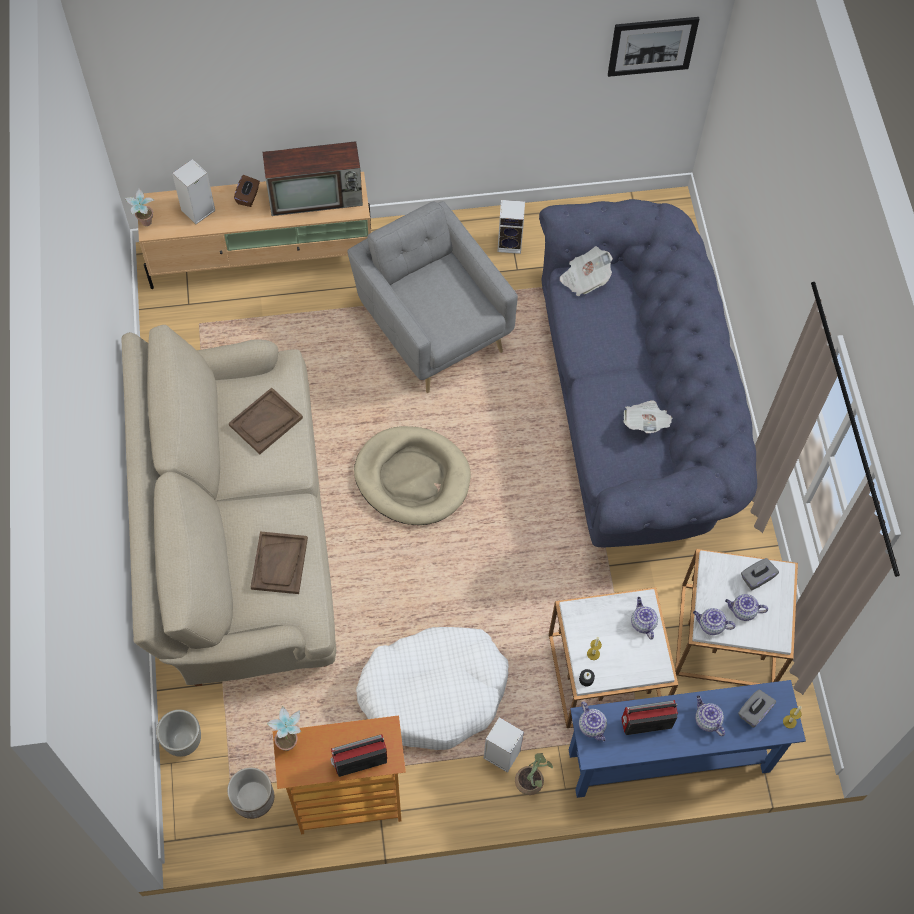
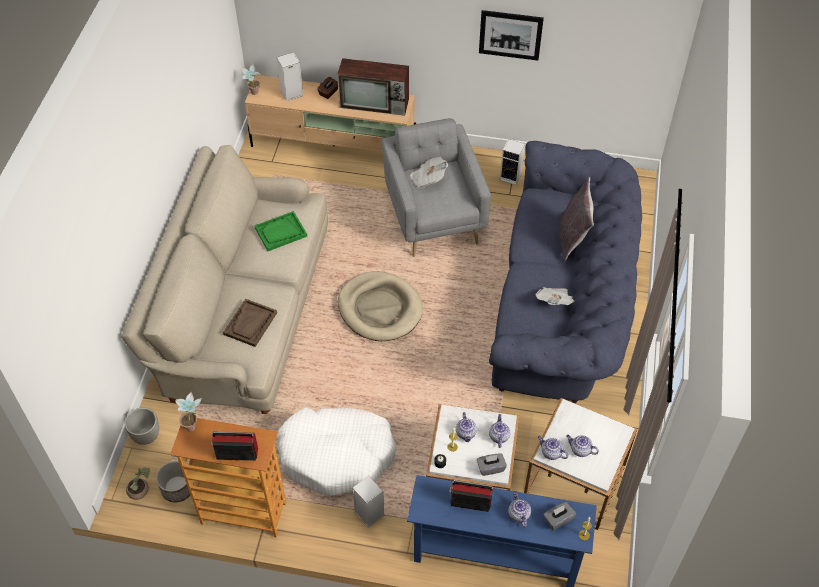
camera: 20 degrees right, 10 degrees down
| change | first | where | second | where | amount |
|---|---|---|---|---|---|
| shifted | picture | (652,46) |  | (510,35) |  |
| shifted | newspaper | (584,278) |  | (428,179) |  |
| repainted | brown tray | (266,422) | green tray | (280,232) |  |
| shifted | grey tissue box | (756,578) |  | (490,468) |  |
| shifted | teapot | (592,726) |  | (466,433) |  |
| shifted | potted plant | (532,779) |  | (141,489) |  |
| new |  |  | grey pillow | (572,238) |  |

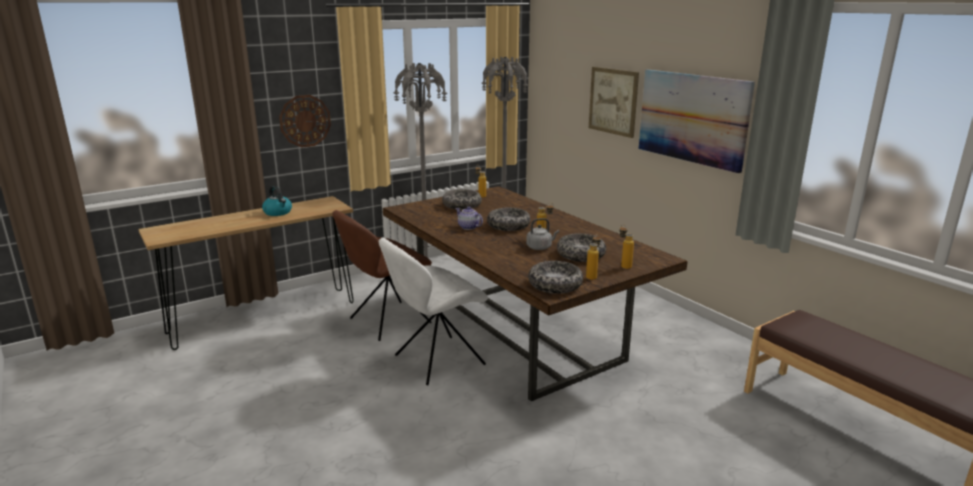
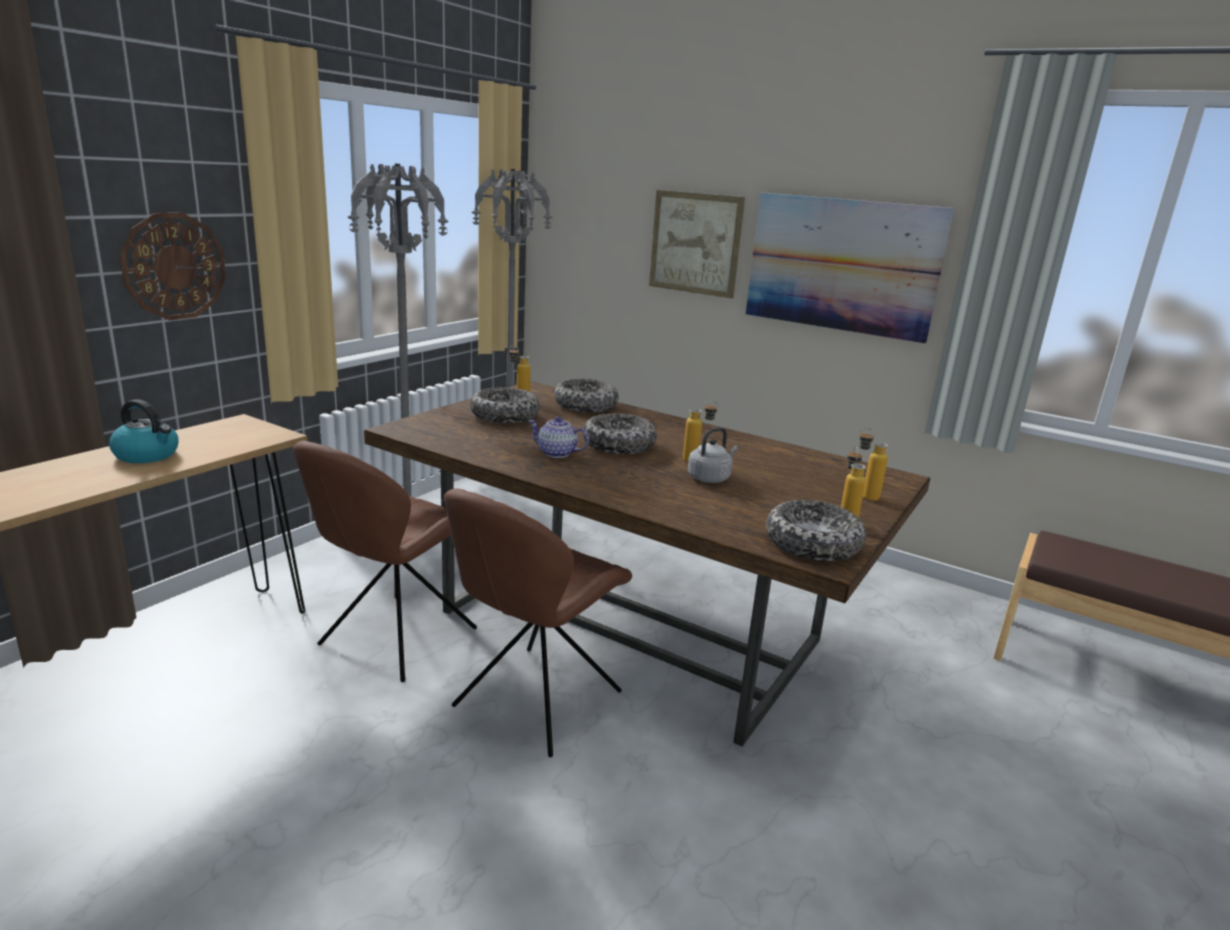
camera: 25 degrees left, 0 degrees up
| change | first | where | second | where | amount |
|---|---|---|---|---|---|
| shifted | bowl | (581,255) |  | (585,405) |  |
| repainted | white chair | (436,361) | brown chair | (534,702) |  |

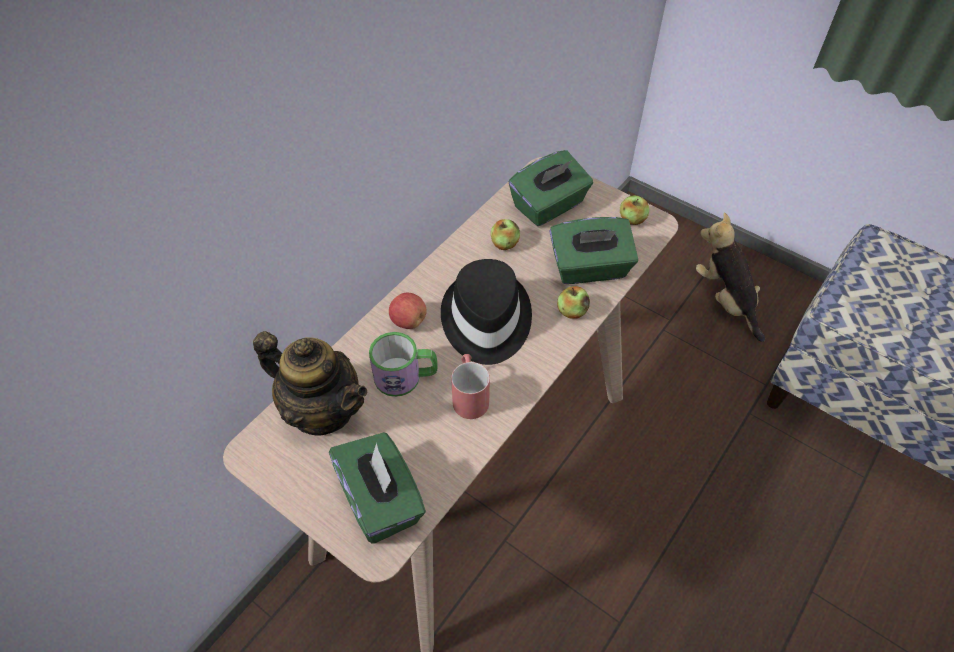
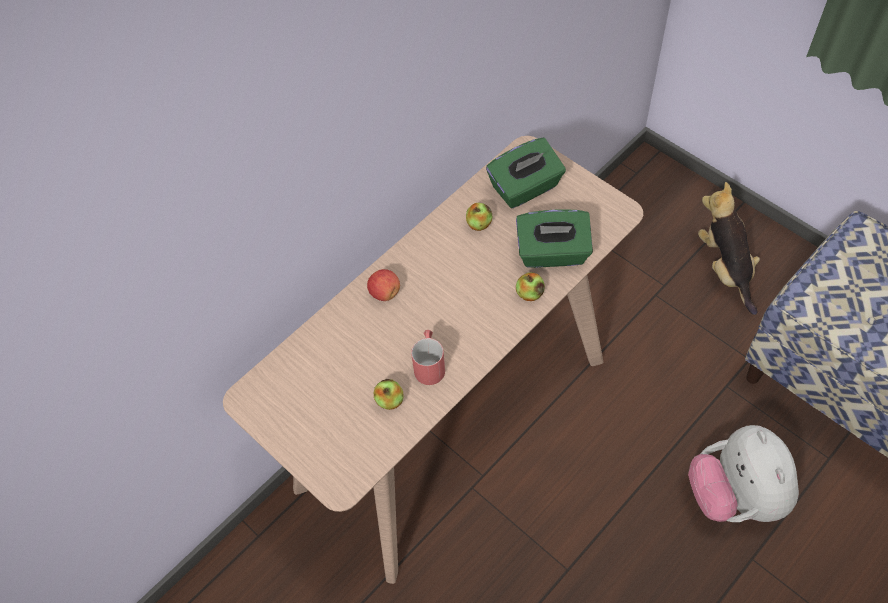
camera: 10 degrees right, 5 degrees up
| change | first | where | second | where | amount |
|---|---|---|---|---|---|
| shifted | apple | (632,219) |  | (389,400) |  |
| gone | black hat | (485,320) |  |  |  |
| gone | teapot | (322,410) |  |  |  |
| gone | mug | (406,377) |  |  |  |
| gone | green tissue box | (381,500) |  |  |  |
| new |  |  | plush toy | (735,495) |  |

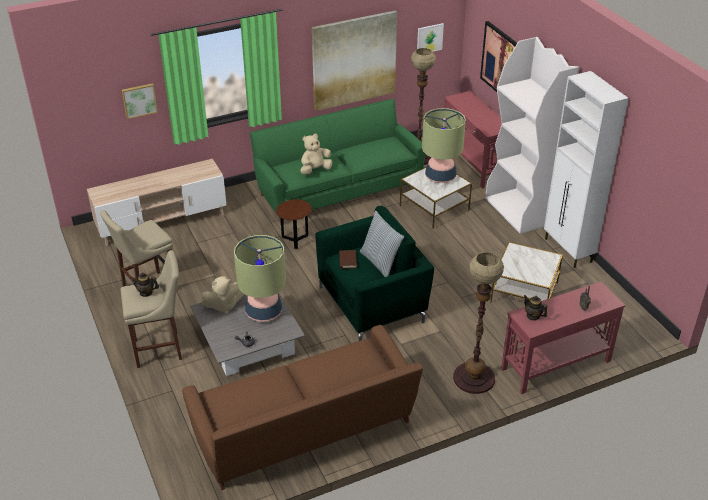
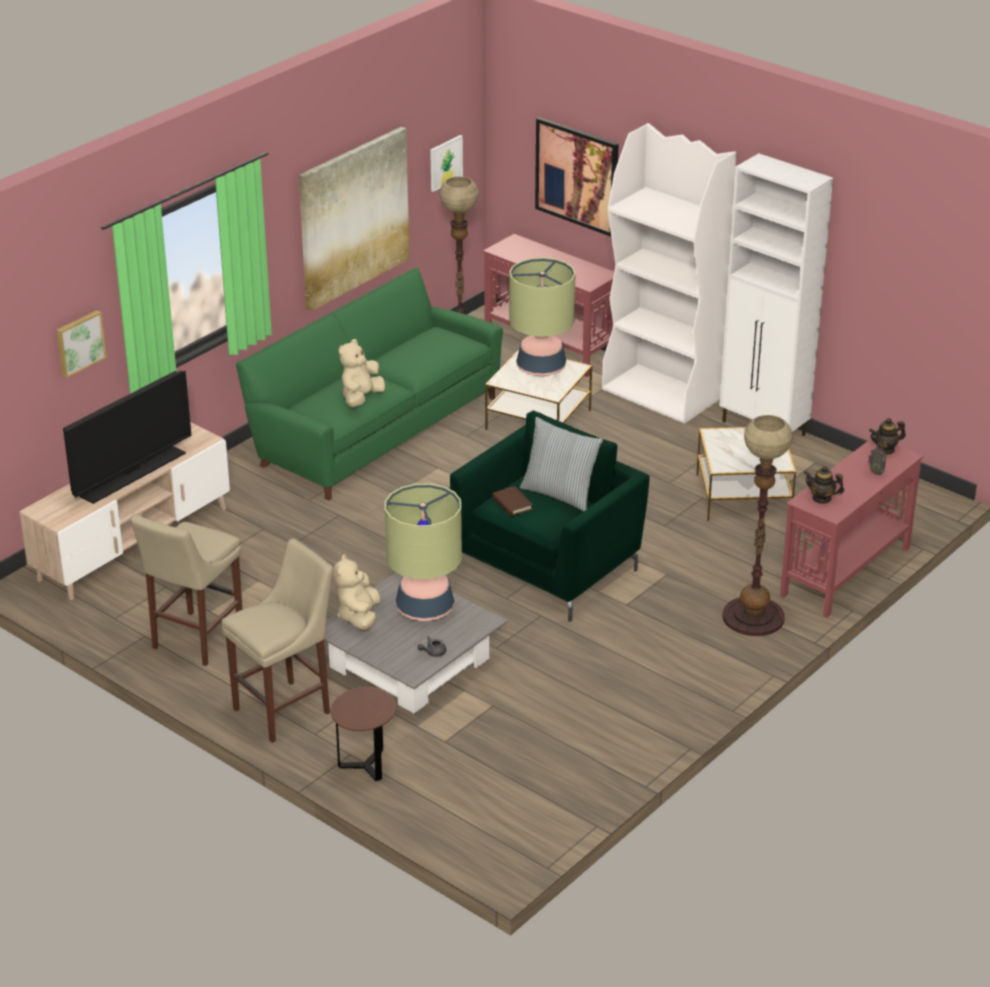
camera: 25 degrees left, 5 degrees down
| change | first | where | second | where | amount |
|---|---|---|---|---|---|
| shifted | brown side table | (295,240) |  | (366,766) |  |
| shifted | teapot | (146,292) |  | (885,449) |  |
| rotated | beige plush toy | (223,305) |  | (359,617) | 135 degrees clockwise |
| gone | brown sofa | (305,431) |  |  |  |
| new |  |  | television | (133,474) |  |

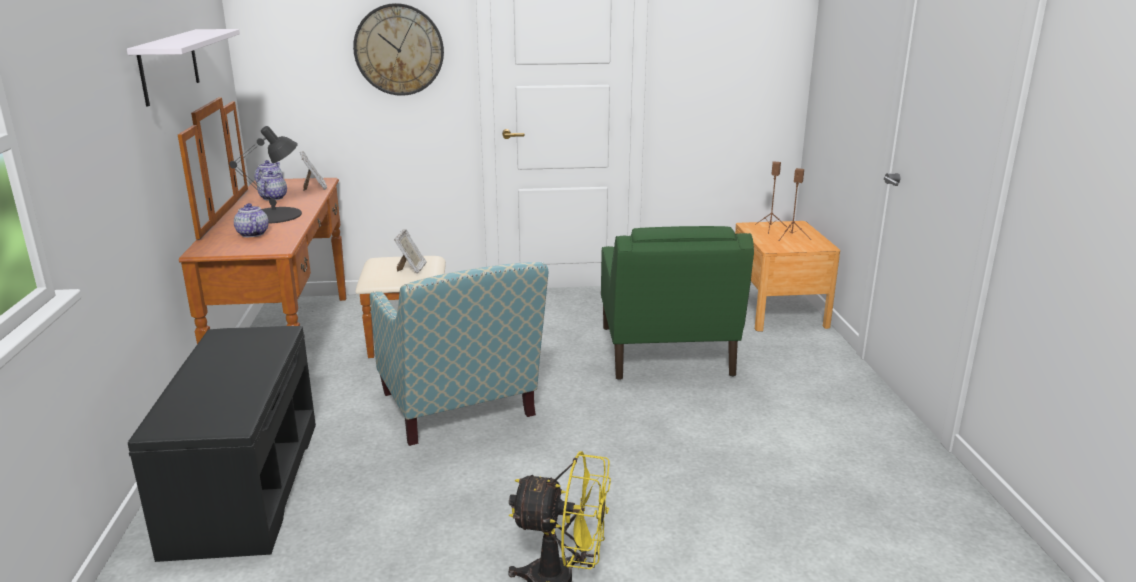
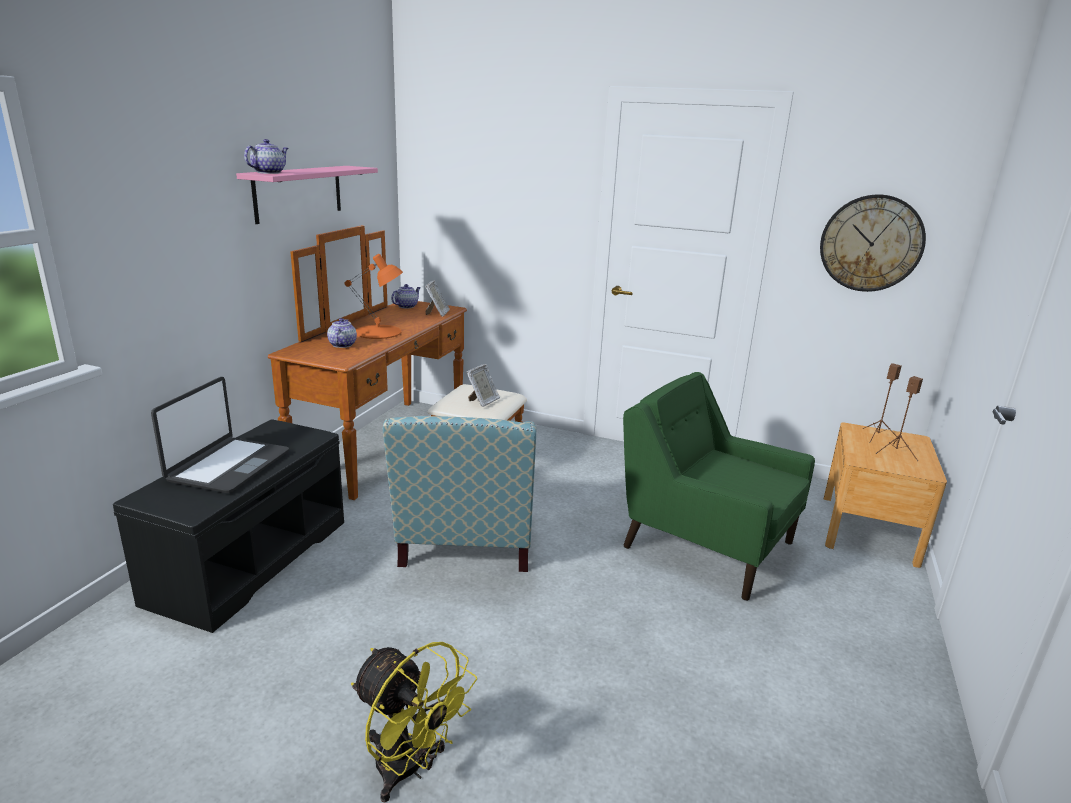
camera: 25 degrees right, 0 degrees up
| change | first | where | second | where | amount |
|---|---|---|---|---|---|
| shifted | wall clock | (399,50) |  | (871,243) |  |
| repainted | white shelf | (169,65) | pink shelf | (299,193) |  |
| repainted | black table lamp | (275,215) | orange table lamp | (379,332) |  |
| shifted | teapot | (273,198) |  | (269,173) |  |
| rotated | green armchair | (665,353) |  | (705,543) | 105 degrees clockwise |
| new |  |  | laptop | (228,466) |  |

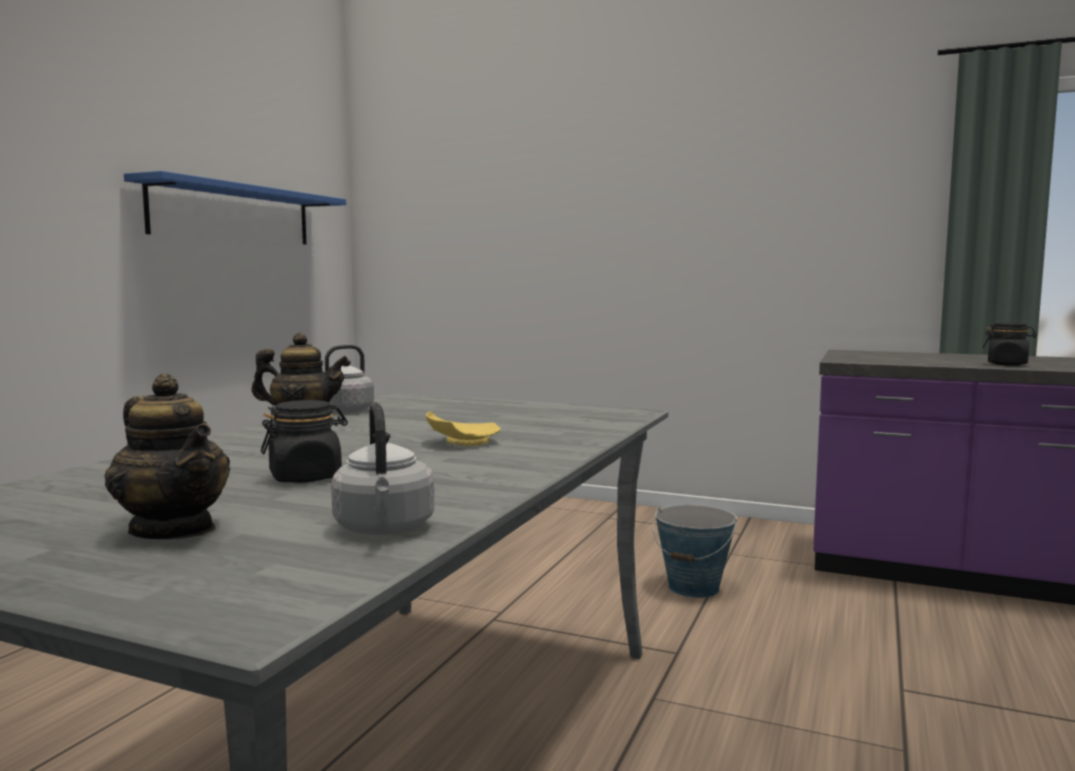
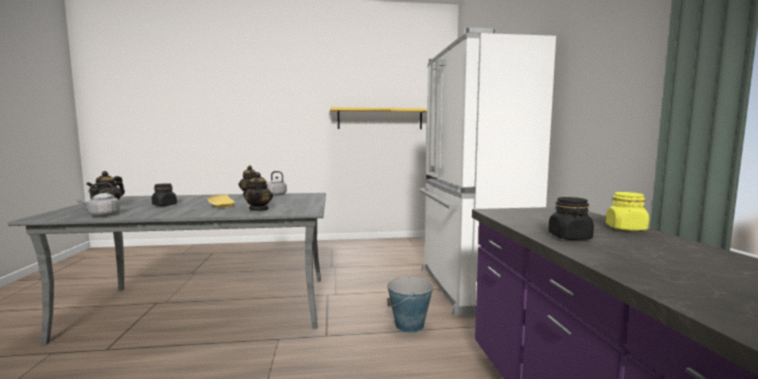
camera: 60 degrees right, 0 degrees up
| change | first | where | second | where | amount |
|---|---|---|---|---|---|
| repainted | blue shelf | (233,214) | yellow shelf | (380,119) |  |
| new |  |  | white fridge | (470,288) |  |
| new |  |  | teapot | (259,209) |  |
| new |  |  | yellow jar | (626,228) |  |

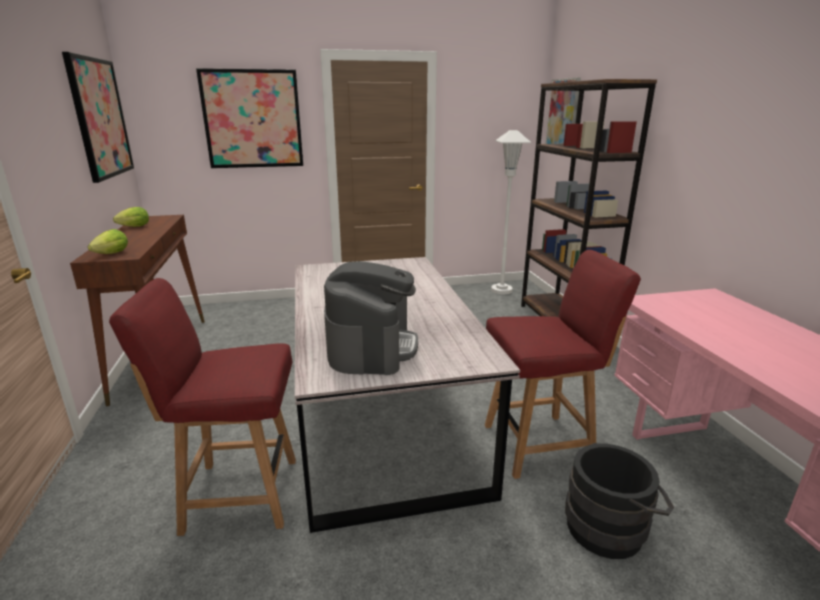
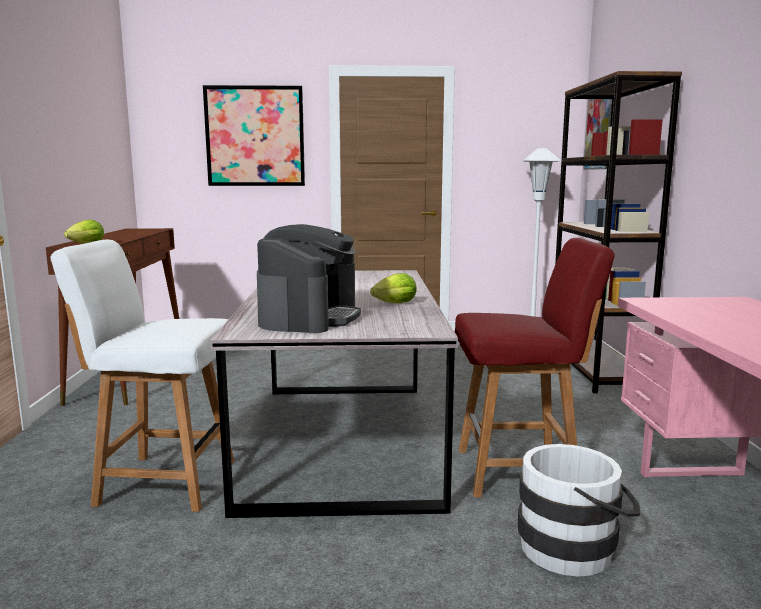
camera: 10 degrees right, 10 degrees down
| change | first | where | second | where | amount |
|---|---|---|---|---|---|
| gone | picture | (100,118) |  |  |  |
| shifted | lettuce | (132,227) |  | (393,304) |  |
| repainted | red chair | (238,494) | white chair | (164,482) |  |
| repainted | black bucket | (611,527) | white bucket | (575,548) |  |

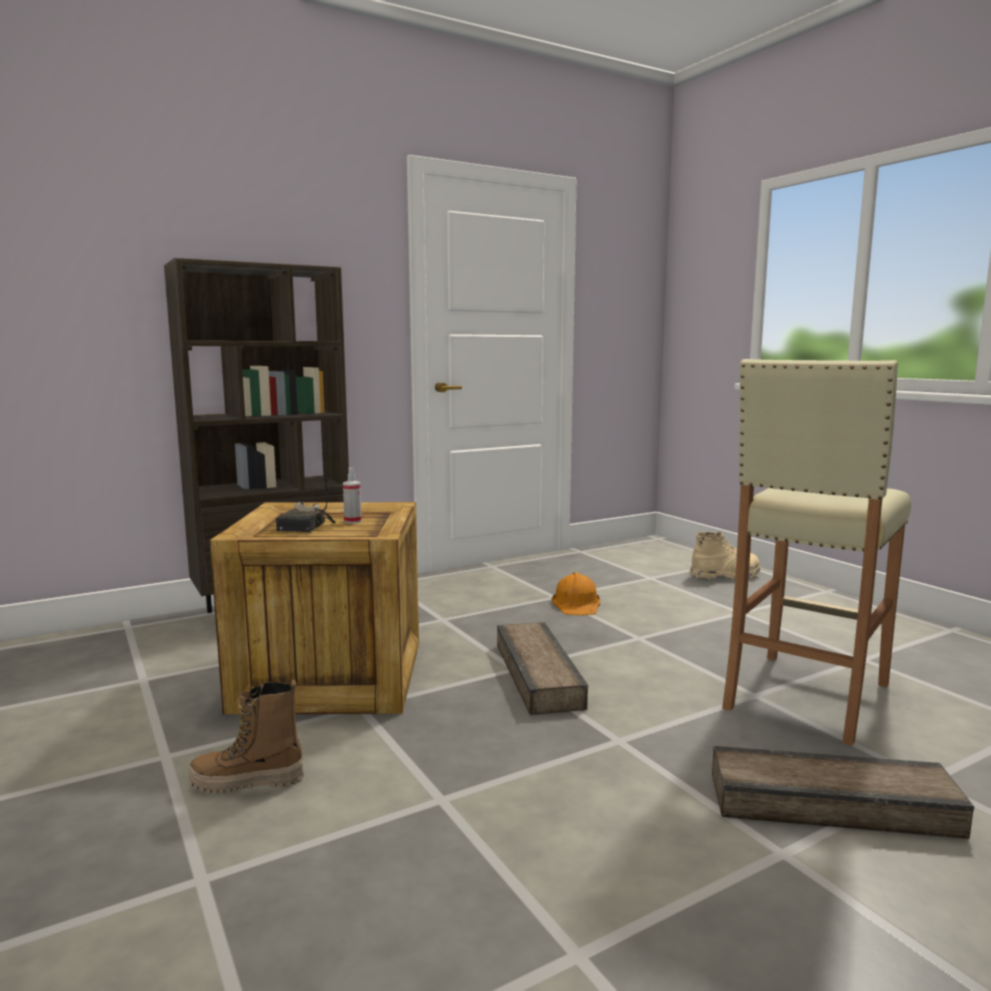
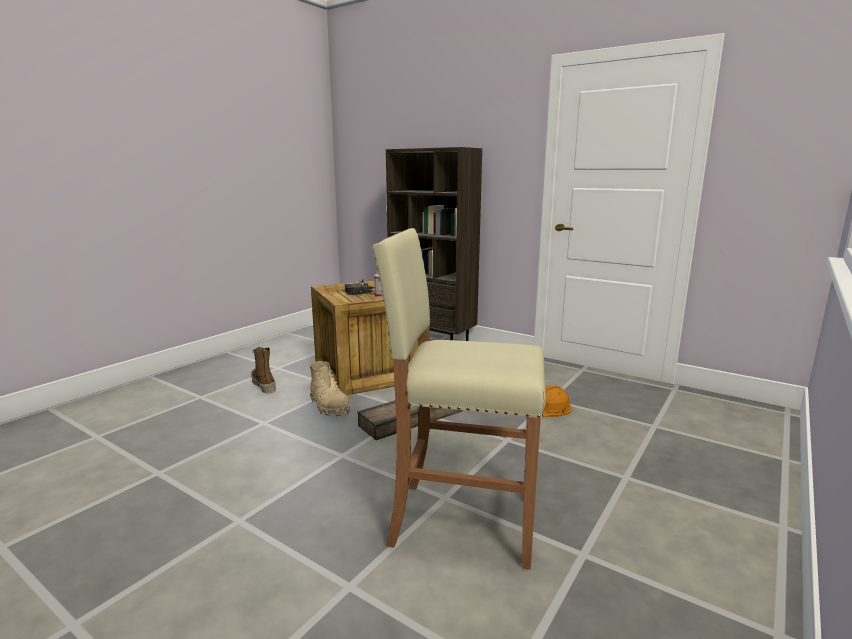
camera: 65 degrees right, 5 degrees up
| change | first | where | second | where | amount |
|---|---|---|---|---|---|
| shifted | beige boot | (725,576) |  | (329,406) |  |
| gone | crate | (833,806) |  |  |  |

